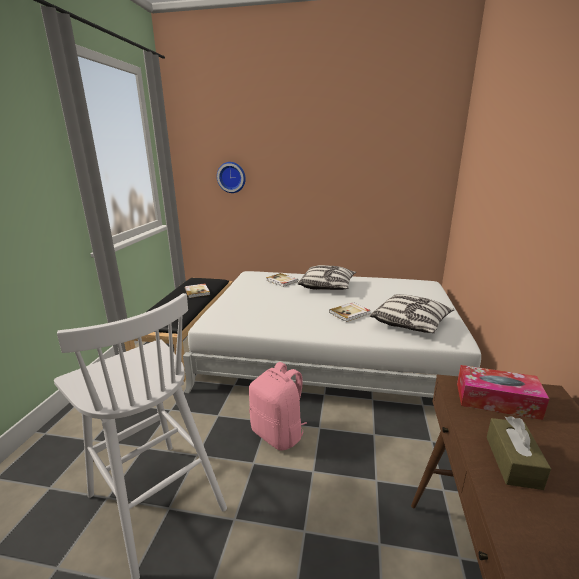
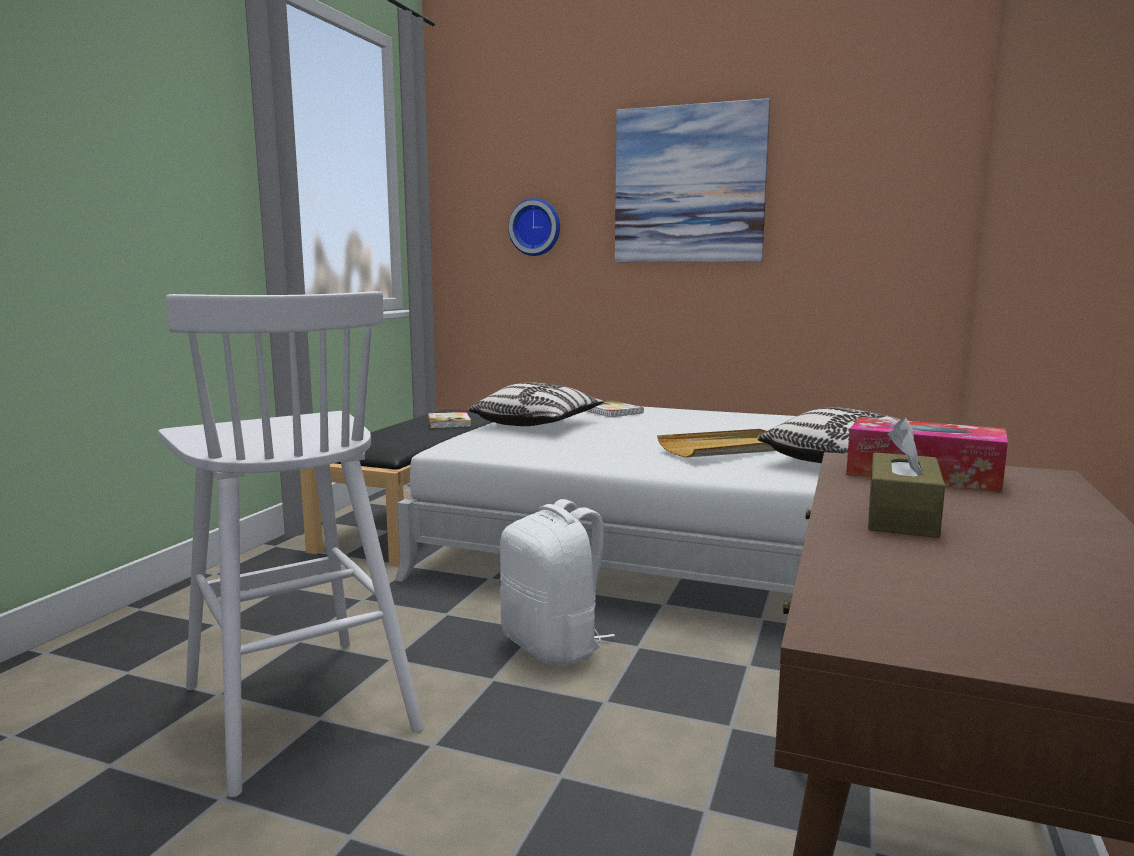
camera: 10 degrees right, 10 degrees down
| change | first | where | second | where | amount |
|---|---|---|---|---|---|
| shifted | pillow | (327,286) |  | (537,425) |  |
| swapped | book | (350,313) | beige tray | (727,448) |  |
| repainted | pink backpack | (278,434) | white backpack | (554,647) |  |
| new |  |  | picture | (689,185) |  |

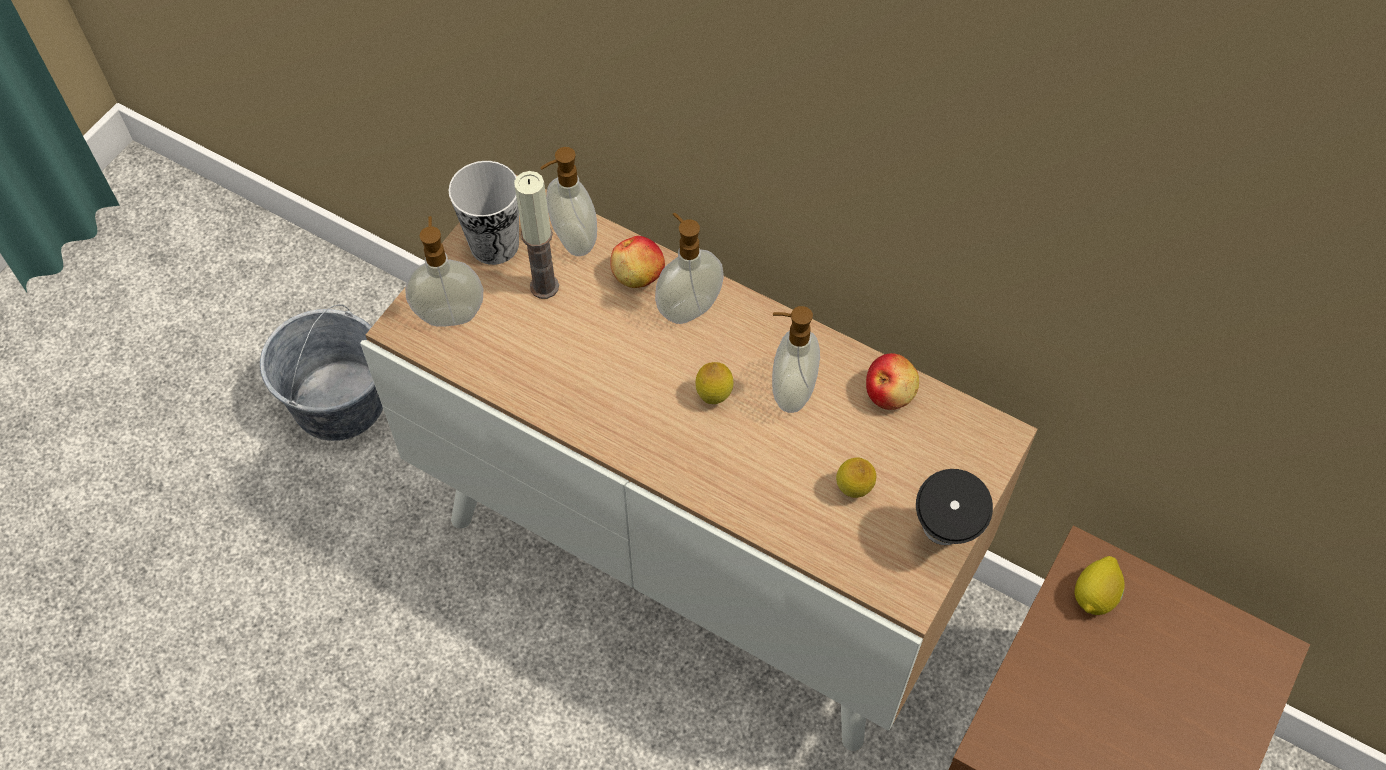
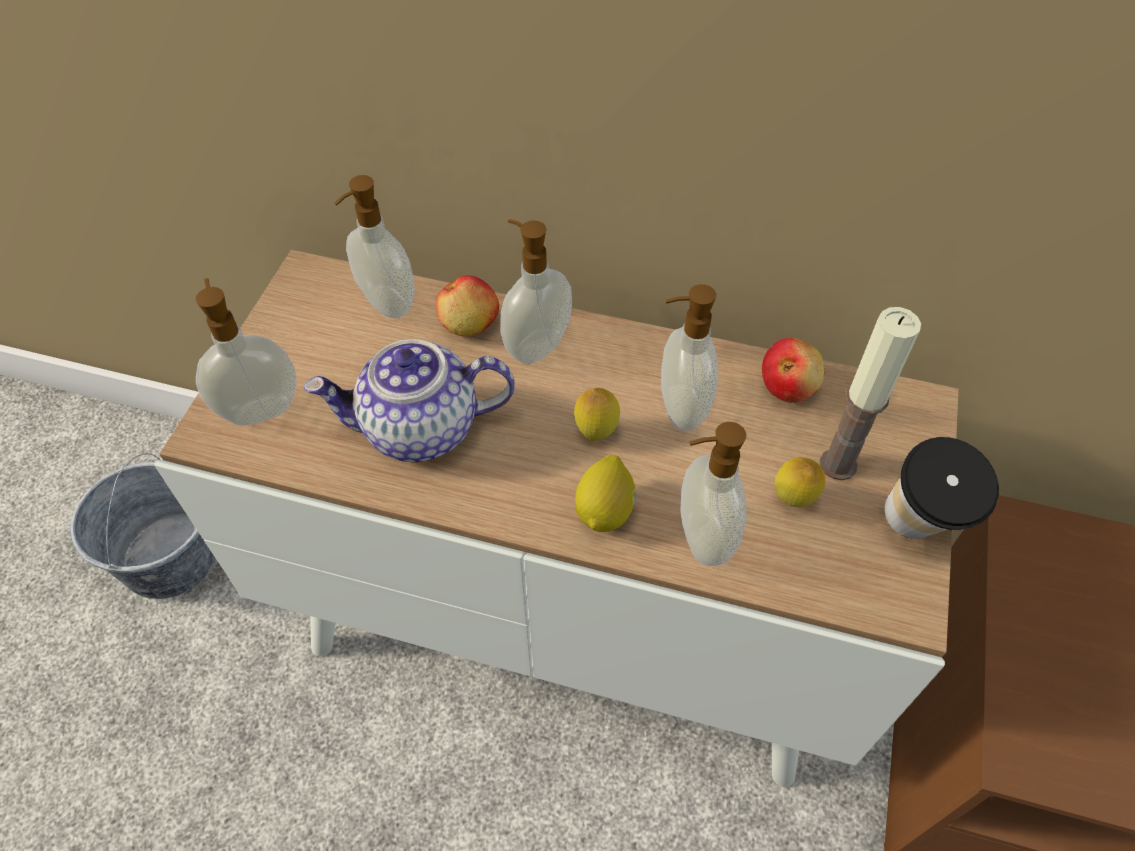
camera: 15 degrees left, 5 degrees down
| change | first | where | second | where | amount |
|---|---|---|---|---|---|
| gone | cup | (494,244) |  |  |  |
| shifted | candle | (544,286) |  | (838,464) |  |
| shifted | lemon | (1095,596) |  | (605,510) |  |
| new |  |  | teapot | (419,429) |  |
| new |  |  | soap dispenser | (702,537) |  |

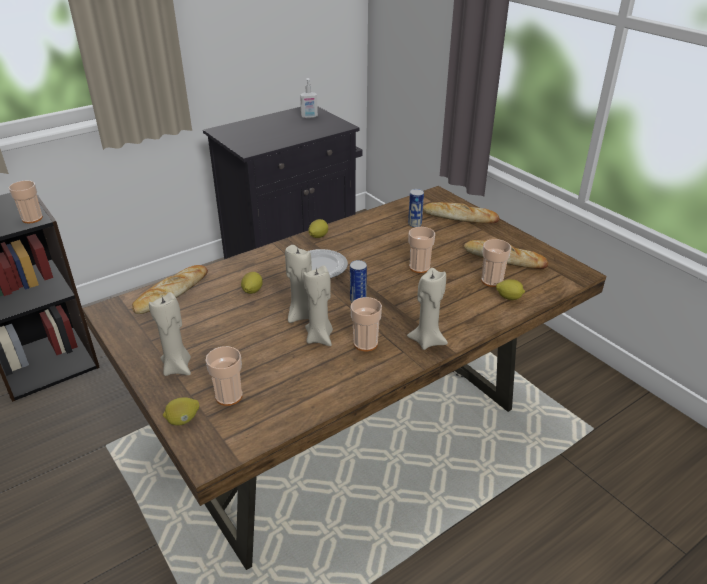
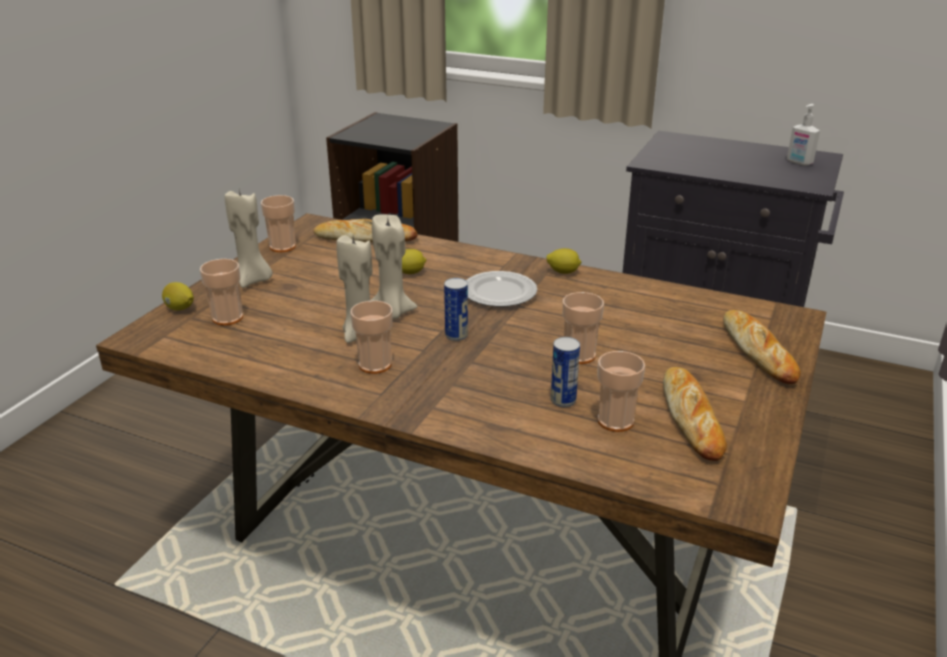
camera: 60 degrees right, 5 degrees down
| change | first | where | second | where | amount |
|---|---|---|---|---|---|
| shifted | cup | (32,218) |  | (282,247) |  |
| shifted | can | (414,224) |  | (563,400) |  |
| gone | beige candle | (427,341) |  |  |  |
| gone | lemon | (509,298) |  |  |  |

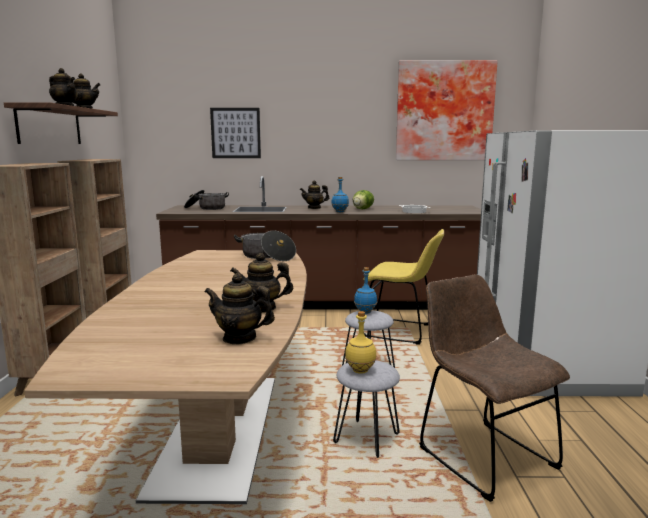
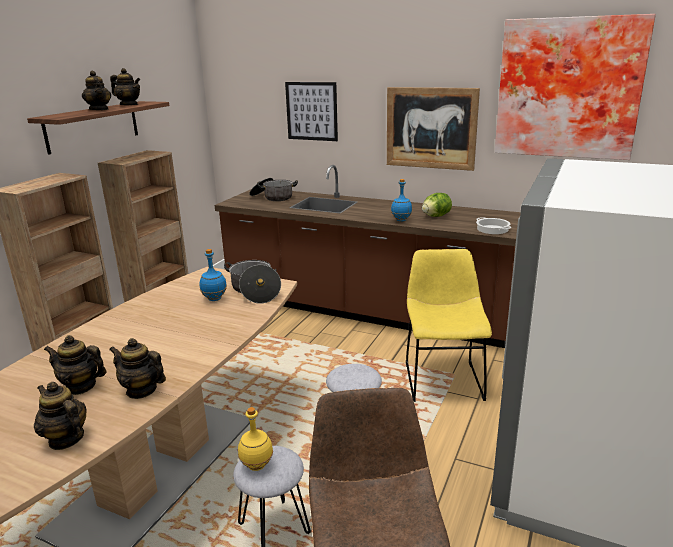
camera: 25 degrees right, 10 degrees up
| change | first | where | second | where | amount |
|---|---|---|---|---|---|
| shifted | teapot | (314,208) |  | (80,386) |  |
| rotated | yellow chair | (401,331) |  | (442,378) | 135 degrees counterclockwise |
| shifted | blue bottle | (365,312) |  | (214,299) |  |
| new |  |  | picture | (431,128) |  |

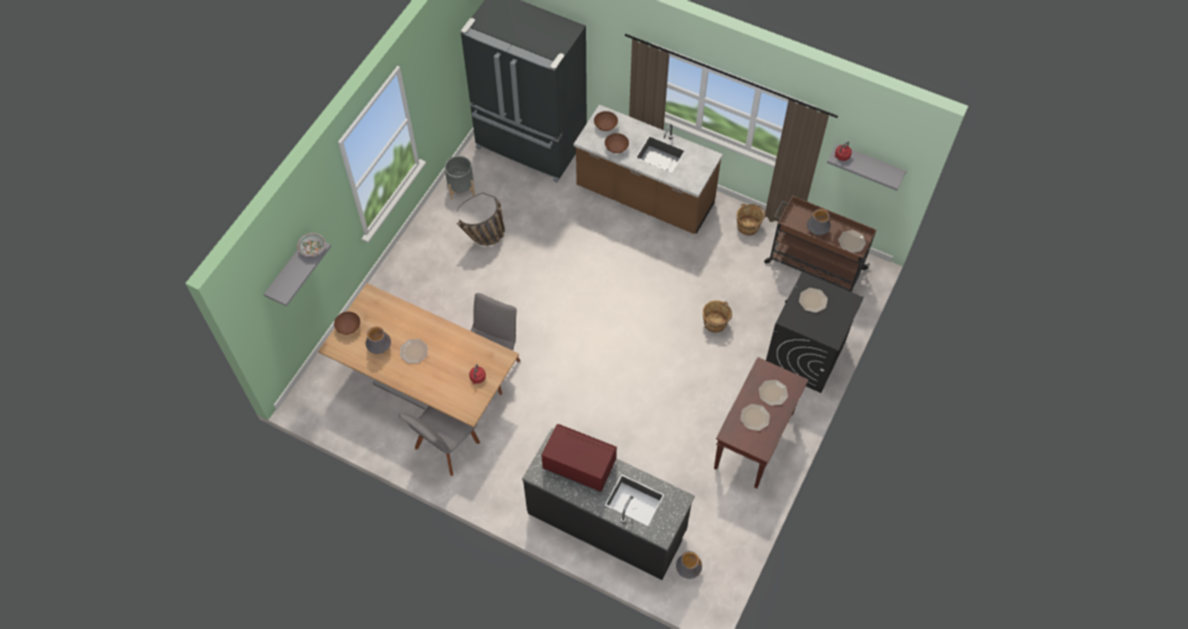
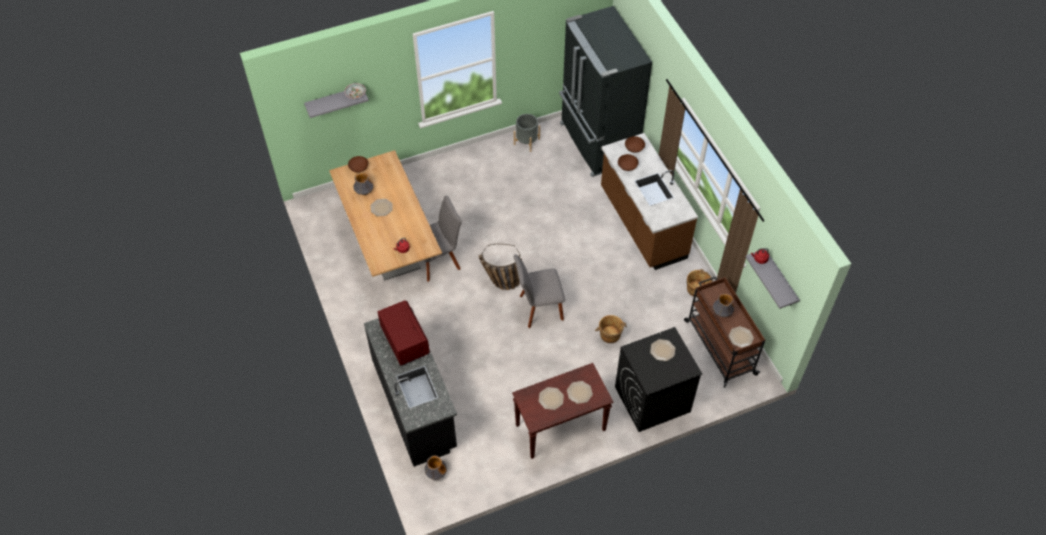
camera: 40 degrees right, 5 degrees down
| change | first | where | second | where | amount |
|---|---|---|---|---|---|
| shifted | basket | (484,239) |  | (500,282) |  |
| shifted | grey chair | (445,448) |  | (538,308) |  |

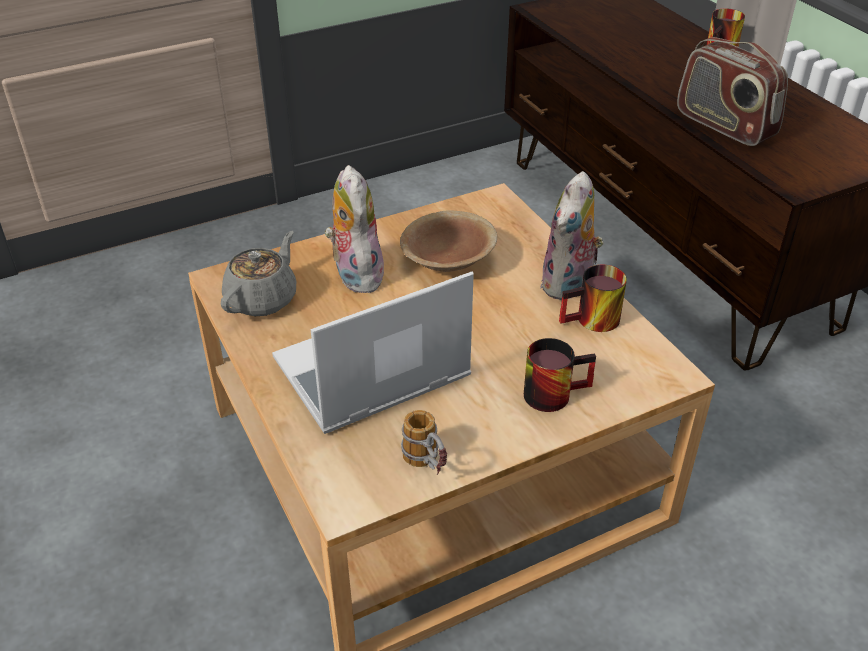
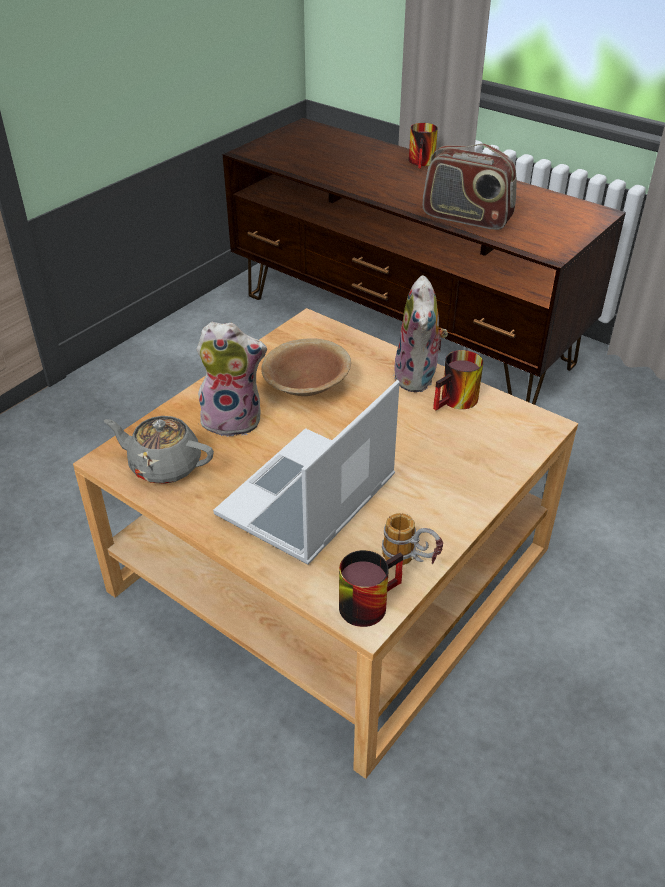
camera: 25 degrees left, 0 degrees up
| change | first | where | second | where | amount |
|---|---|---|---|---|---|
| rotated | plush toy | (355,274) |  | (234,420) | 135 degrees clockwise |
| rotated | grey teapot | (263,299) |  | (164,466) | 75 degrees counterclockwise |
| shifted | mug | (553,391) |  | (366,600) |  |

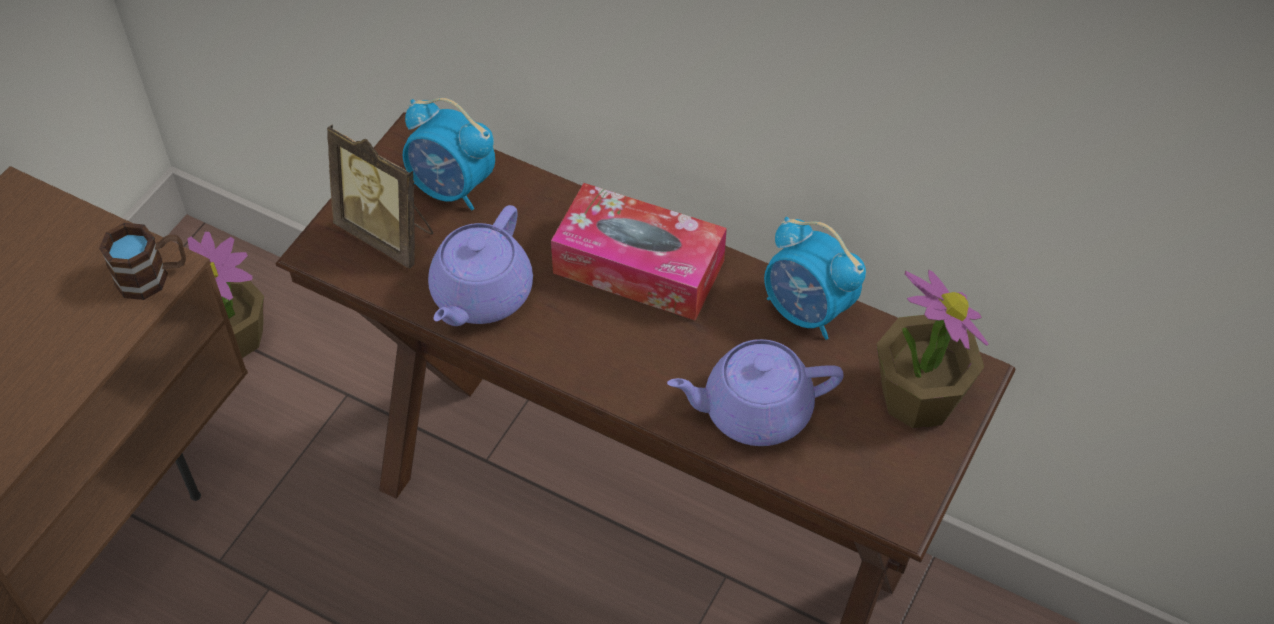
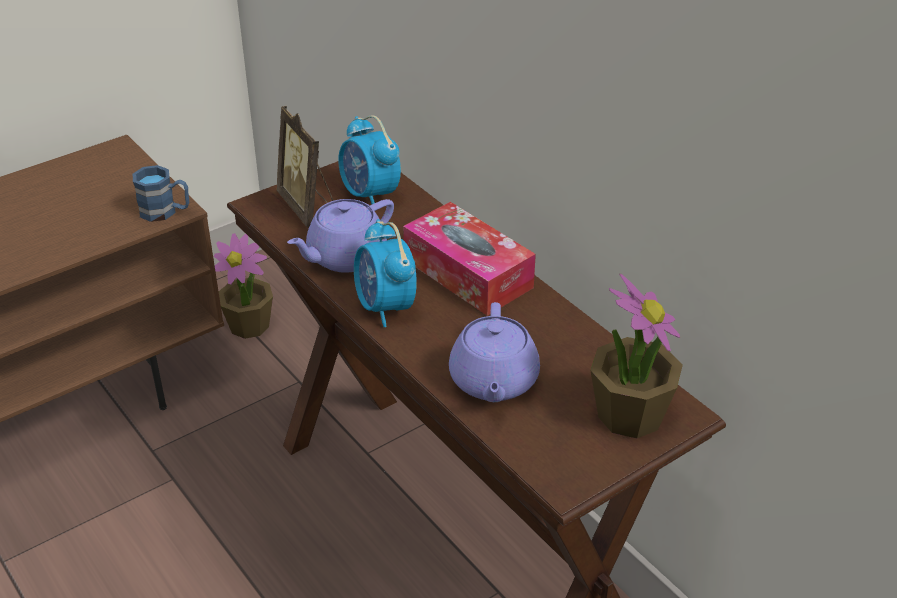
camera: 25 degrees right, 15 degrees down
| change | first | where | second | where | amount |
|---|---|---|---|---|---|
| shifted | alarm clock | (807,311) |  | (385,307) |  |
| repainted | brown mug | (153,276) | blue mug | (165,211) |  |
| rotated | purple teapot | (754,410) |  | (493,382) | 105 degrees counterclockwise |

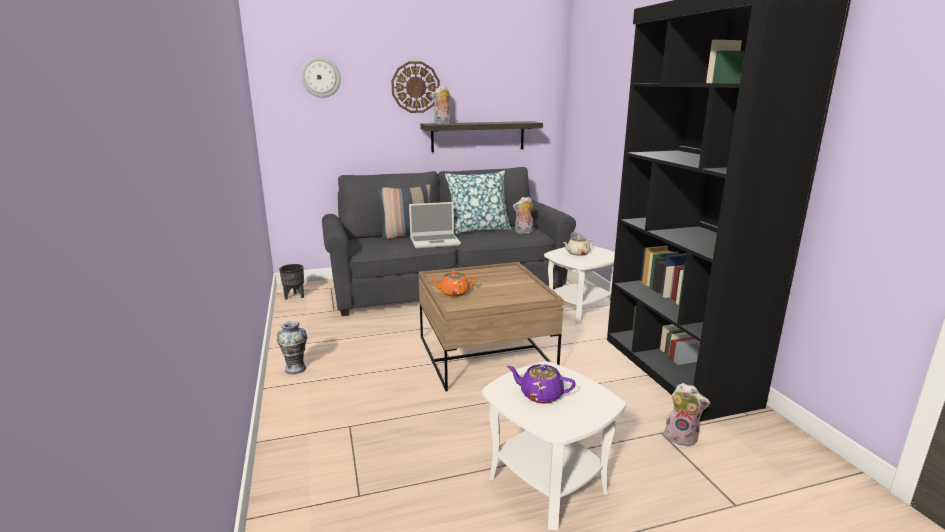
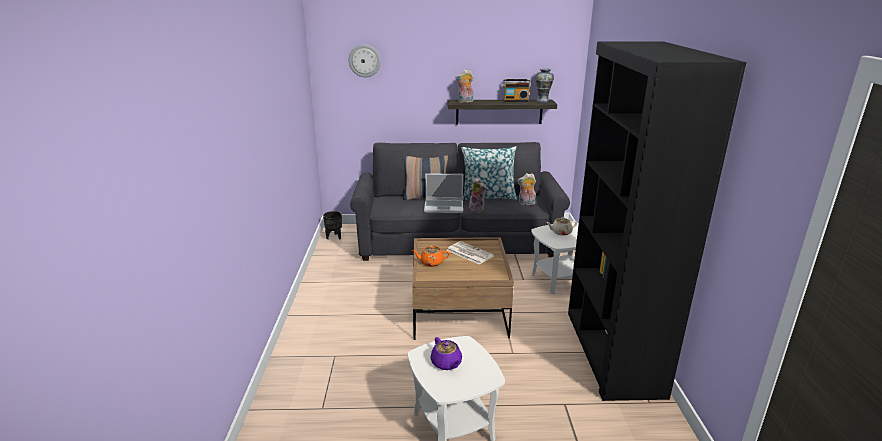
camera: 15 degrees right, 5 degrees up
| change | first | where | second | where | amount |
|---|---|---|---|---|---|
| gone | wall clock | (415,87) |  |  |  |
| shifted | vase | (295,369) |  | (542,101) |  |
| rotated | purple teapot | (540,395) |  | (446,363) | 150 degrees counterclockwise |
| shifted | plush toy | (682,437) |  | (478,209) |  |
| new |  |  | radio | (515,100) |  |
| new |  |  | newspaper | (469,253) |  |

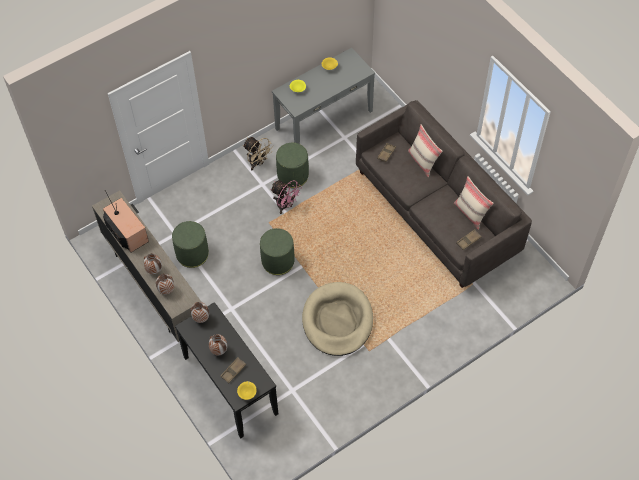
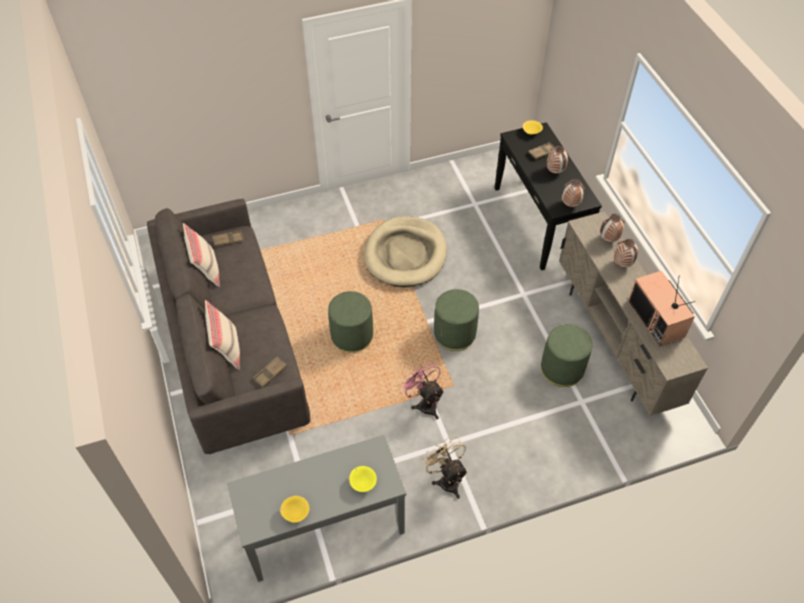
camera: 165 degrees left, 5 degrees down
| change | first | where | second | where | amount |
|---|---|---|---|---|---|
| shifted | green ottoman | (293,175) |  | (352,336) |  |

